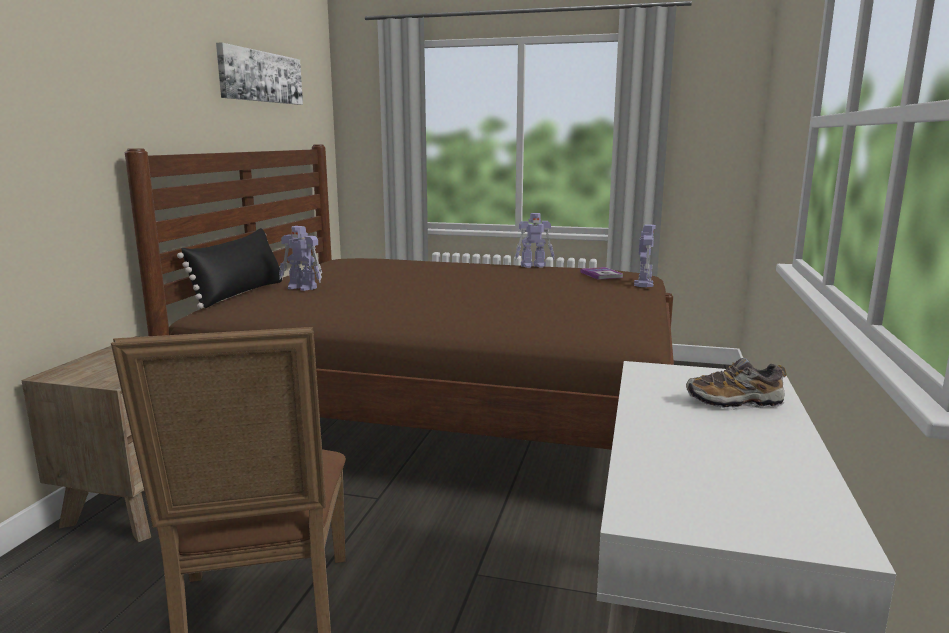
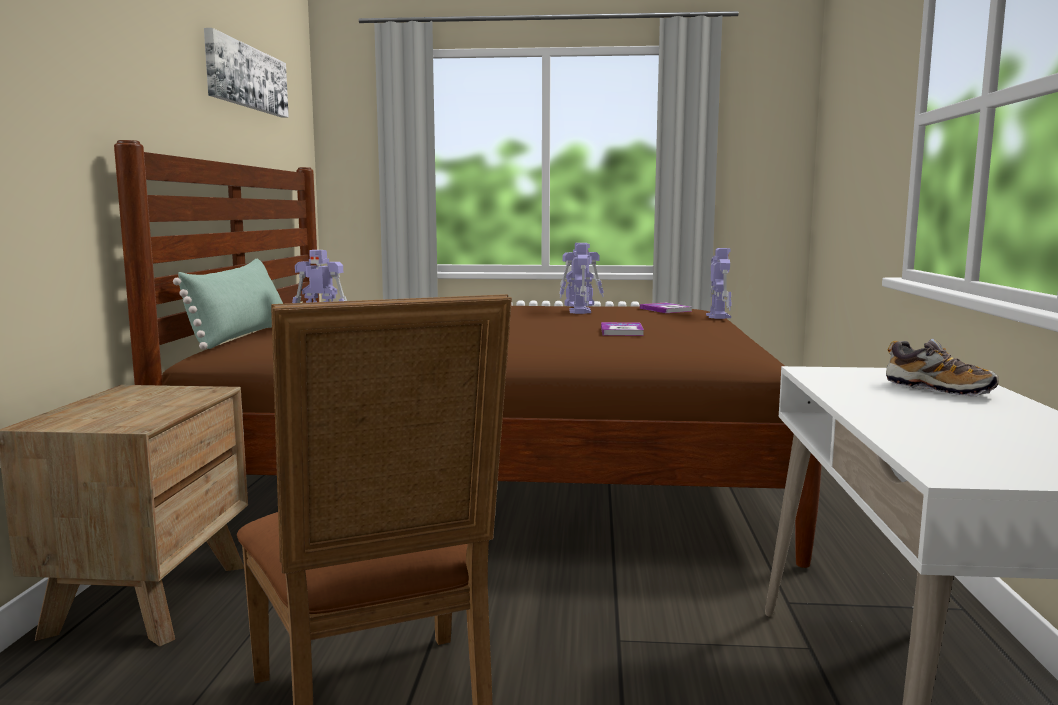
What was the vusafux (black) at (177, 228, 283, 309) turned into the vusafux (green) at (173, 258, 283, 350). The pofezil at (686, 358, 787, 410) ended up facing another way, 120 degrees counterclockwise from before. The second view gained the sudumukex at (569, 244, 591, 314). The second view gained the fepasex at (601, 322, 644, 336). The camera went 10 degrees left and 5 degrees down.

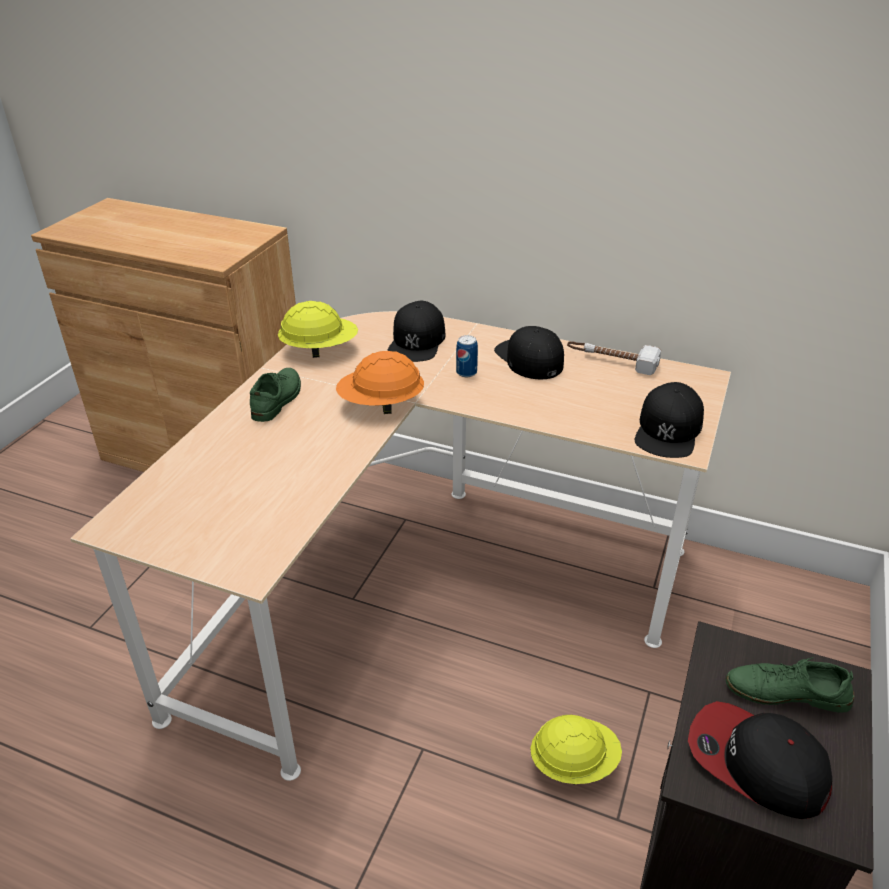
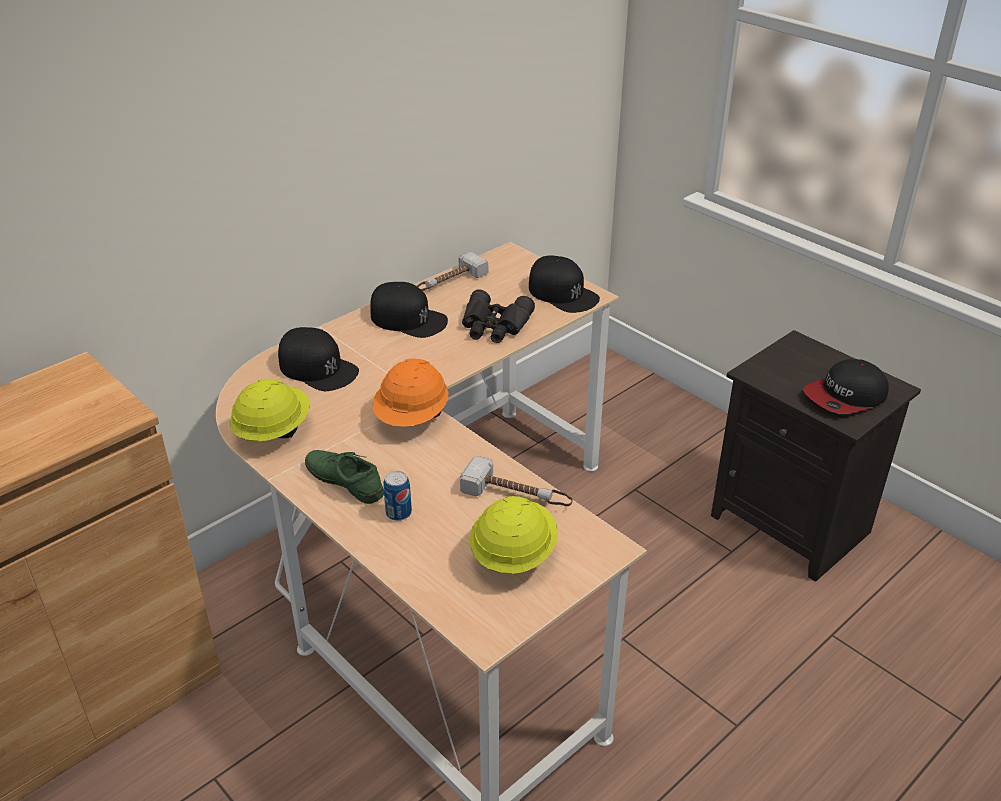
The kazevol ended up elsewhere, having gone from (456, 335, 478, 377) to (383, 471, 412, 521). The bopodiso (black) at (494, 326, 564, 379) ended up facing another way, 150 degrees counterclockwise from before. The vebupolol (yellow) ended up elsewhere, having gone from (530, 715, 622, 785) to (470, 496, 558, 574). The second view lost the pofezil (green) at (726, 657, 854, 713). The second view gained the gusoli at (460, 456, 573, 506). The second view gained the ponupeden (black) at (462, 289, 535, 343). The camera went 65 degrees left and 0 degrees up.

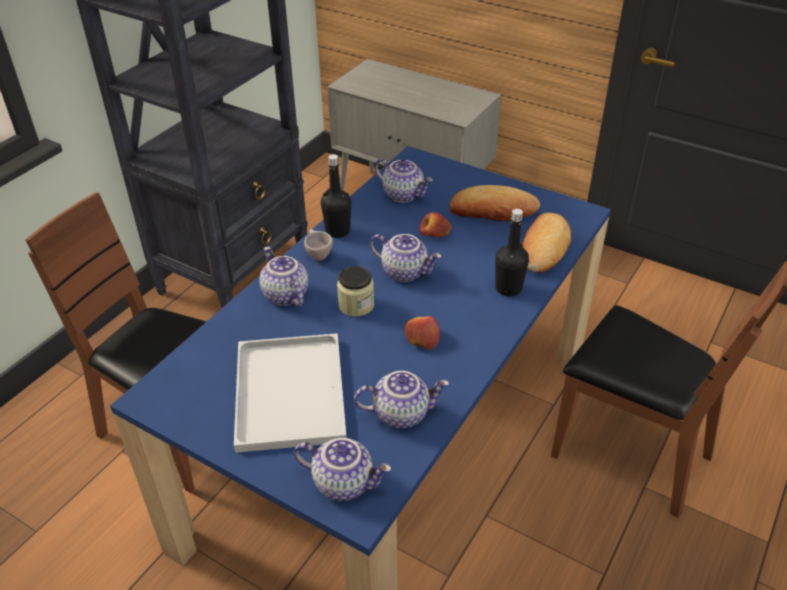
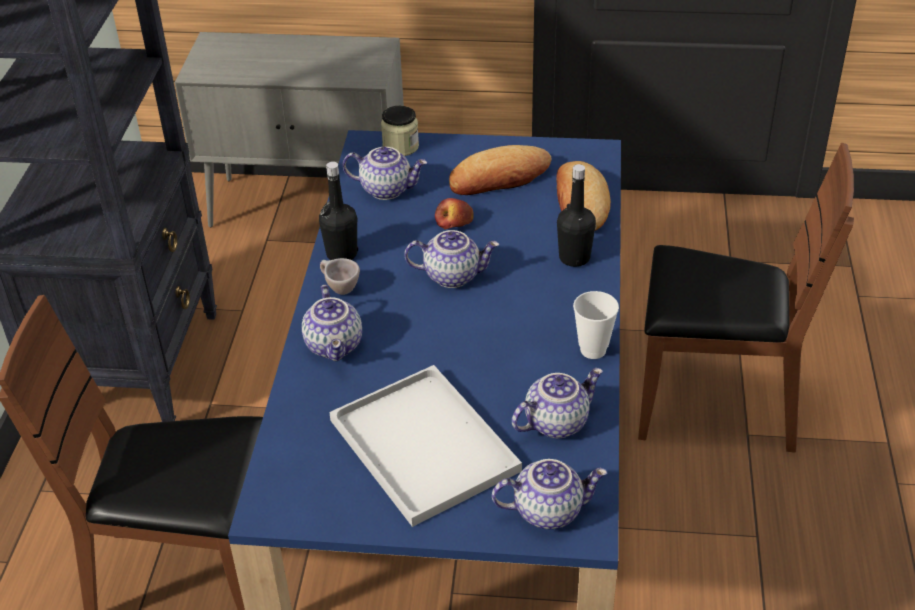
The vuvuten at (259, 247, 308, 306) ended up facing another way, 135 degrees counterclockwise from before. The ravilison ended up elsewhere, having gone from (337, 266, 374, 317) to (381, 106, 419, 156). The second view lost the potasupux at (405, 316, 440, 350). The second view gained the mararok at (573, 291, 619, 359). The camera went 25 degrees left and 0 degrees up.

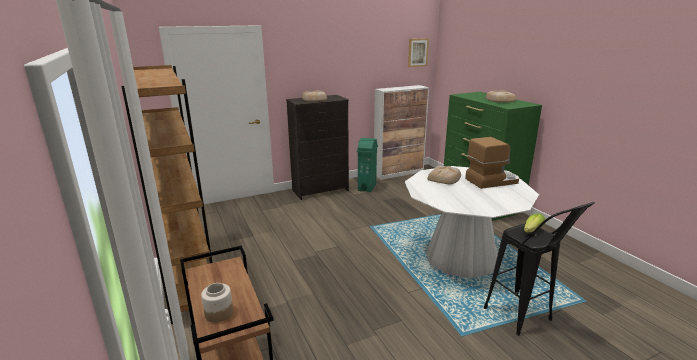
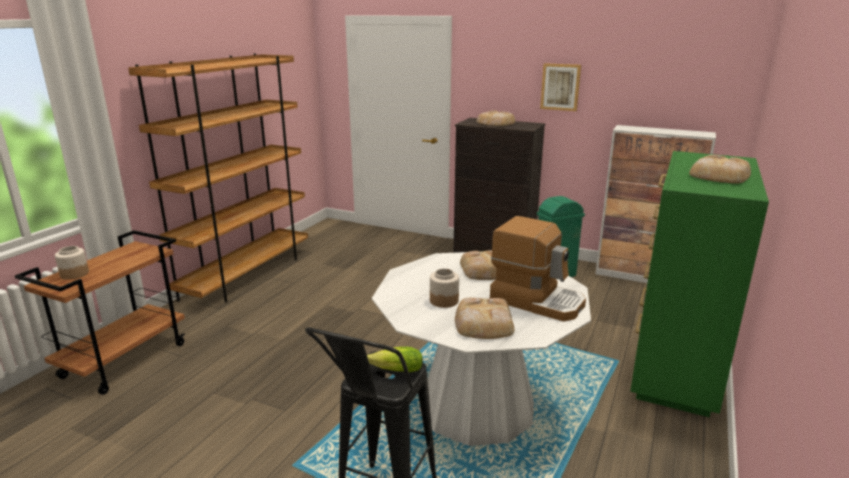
The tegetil ended up elsewhere, having gone from (408, 38, 429, 67) to (540, 63, 581, 111). The second view gained the ravilison at (430, 268, 459, 308). The second view gained the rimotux at (455, 298, 515, 339). The camera went 50 degrees right and 0 degrees up.

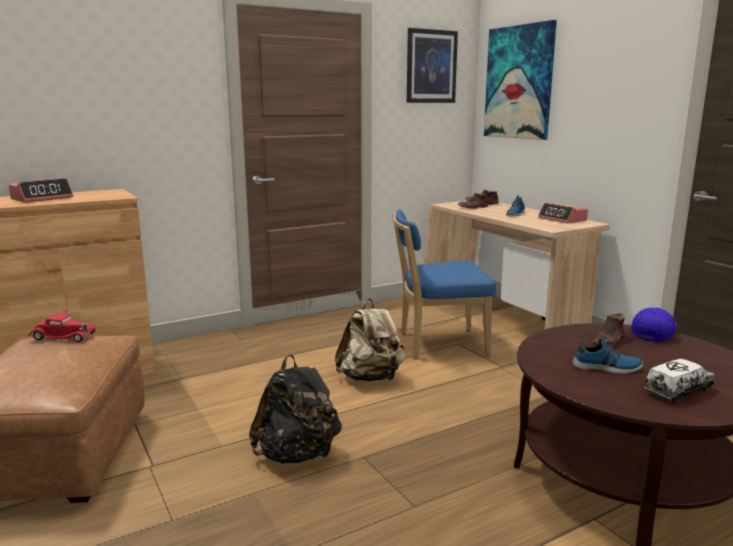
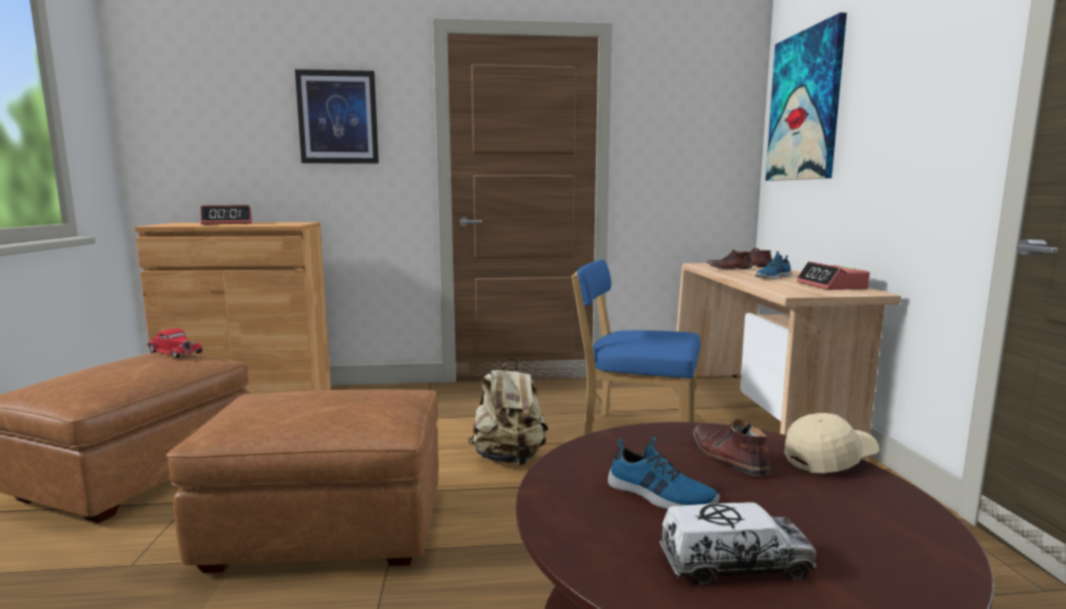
Where the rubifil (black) stood at (249, 355, 342, 464), the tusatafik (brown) came to stand at (166, 389, 439, 573). The tegetil ended up elsewhere, having gone from (407, 28, 458, 103) to (295, 69, 379, 164). The pofezil (brown) at (592, 314, 625, 347) ended up facing another way, 90 degrees clockwise from before. What was the bopodiso (blue) at (631, 308, 677, 342) turned into the bopodiso (beige) at (784, 413, 879, 473). The camera went 25 degrees right and 5 degrees down.

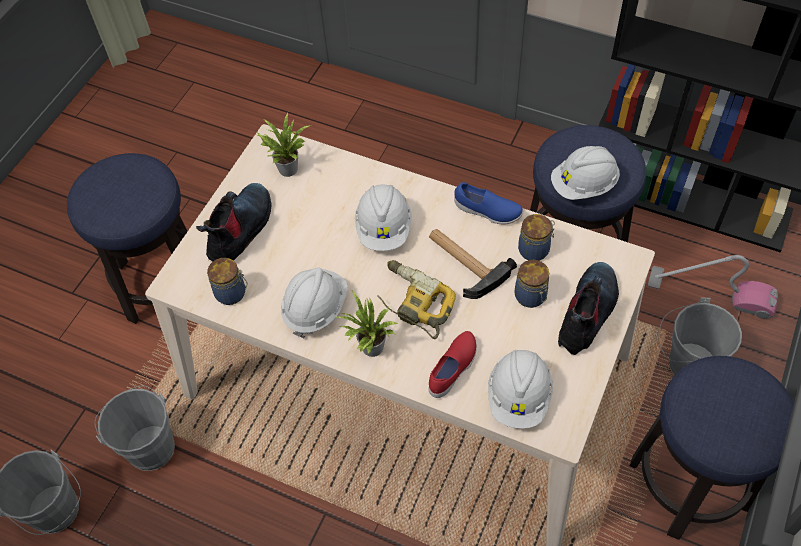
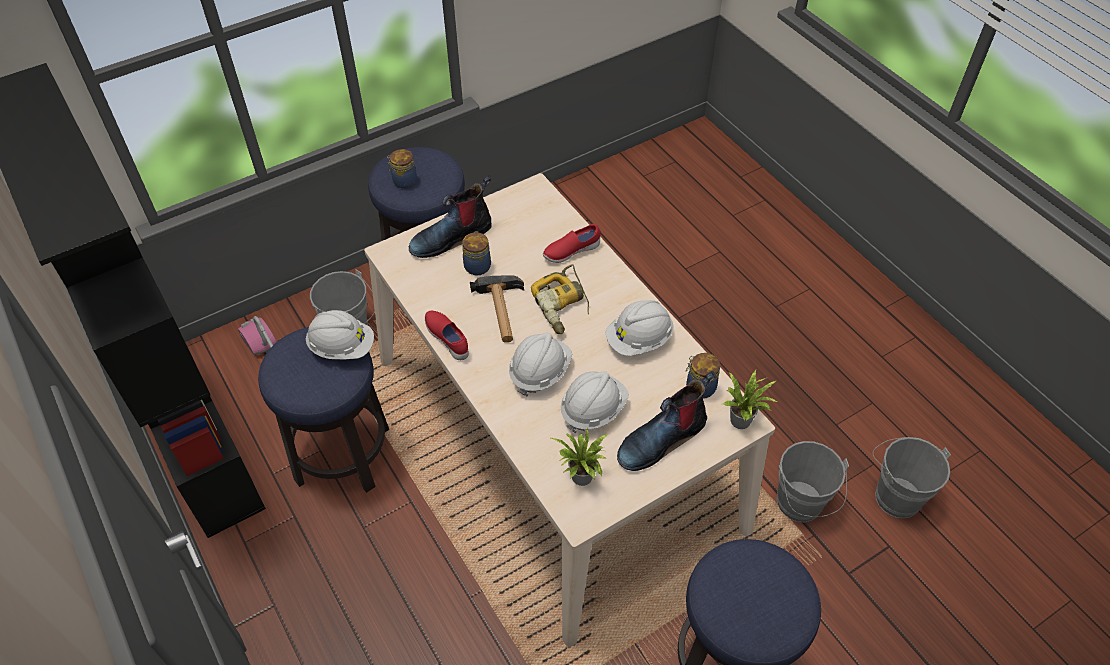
The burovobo ended up elsewhere, having gone from (336, 291, 398, 357) to (723, 370, 779, 429). What was the pofezil (blue) at (454, 182, 524, 224) turned into the pofezil (red) at (425, 311, 469, 360). The vebupolol (white) ended up elsewhere, having gone from (488, 350, 553, 429) to (561, 371, 629, 433). The ravilison ended up elsewhere, having gone from (518, 214, 555, 261) to (387, 149, 417, 189). The camera went 150 degrees left and 5 degrees down.

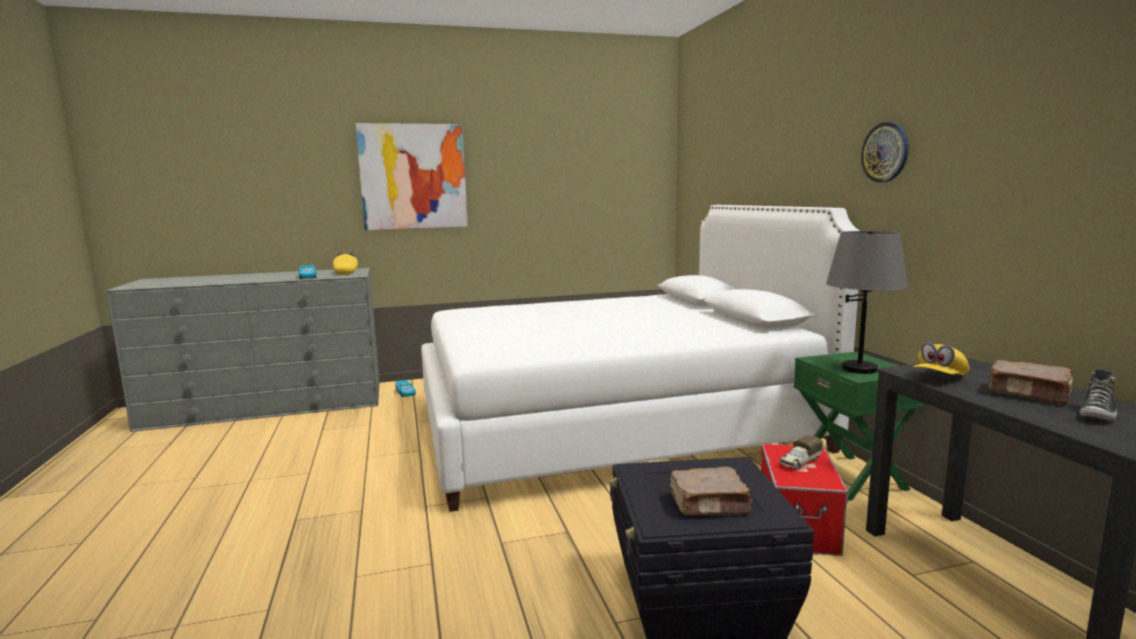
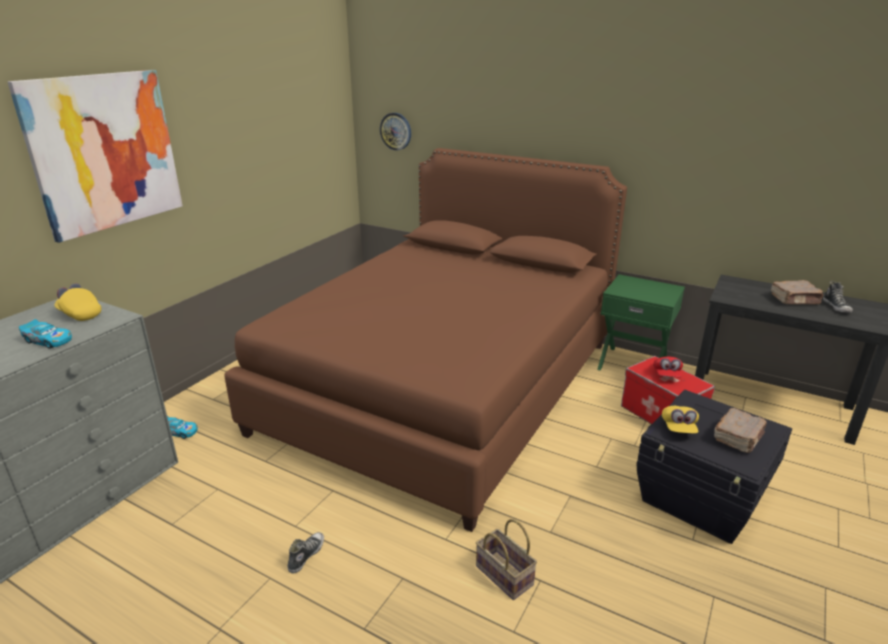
What was the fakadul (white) at (421, 205, 860, 512) turned into the fakadul (brown) at (224, 148, 627, 532). Where the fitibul stood at (780, 435, 823, 470), the bopodiso (red) came to stand at (653, 357, 683, 377). The second view lost the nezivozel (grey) at (826, 231, 908, 374). The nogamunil ended up elsewhere, having gone from (861, 122, 909, 183) to (380, 113, 411, 150). The bopodiso (yellow) ended up elsewhere, having gone from (914, 342, 969, 375) to (662, 406, 699, 433). The second view gained the pofezil at (288, 532, 324, 574). The second view gained the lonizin at (476, 519, 537, 600). The camera went 45 degrees left and 15 degrees up.

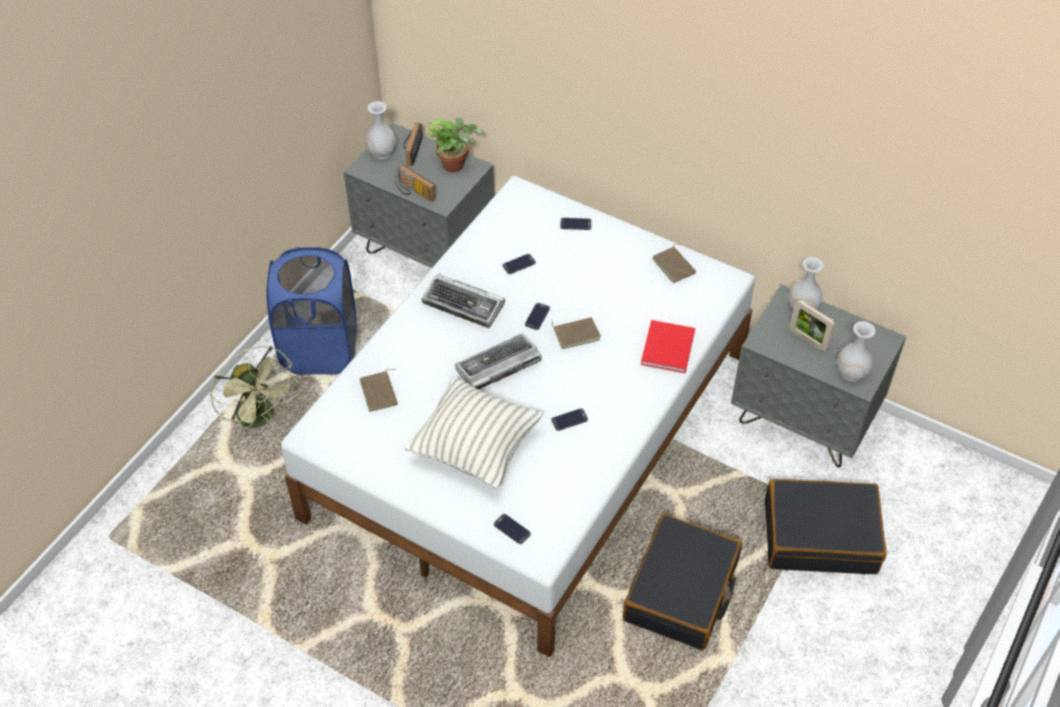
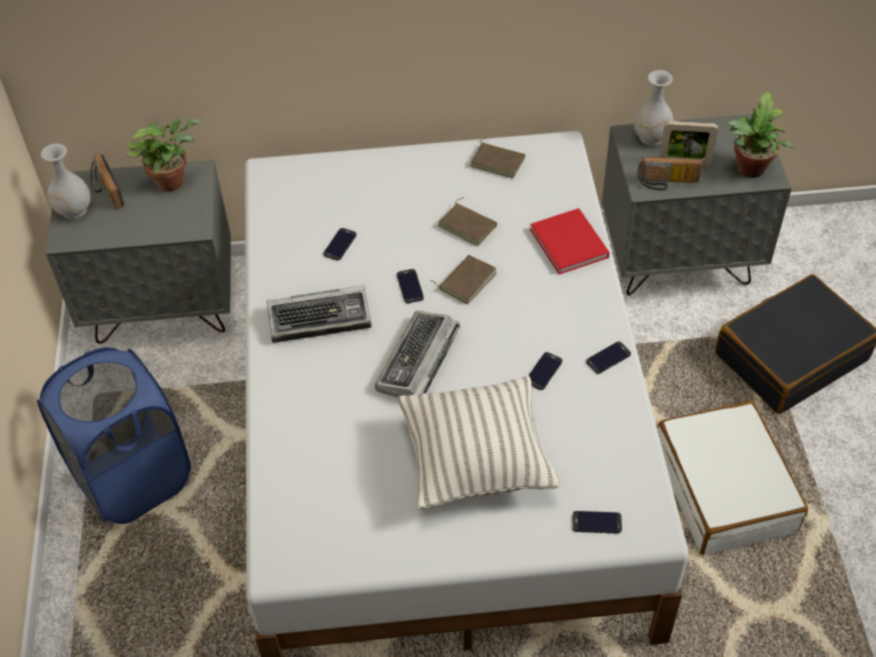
The second view lost the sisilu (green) at (211, 346, 297, 429). The fepasex (brown) ended up elsewhere, having gone from (359, 369, 398, 412) to (438, 197, 497, 246). The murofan ended up elsewhere, having gone from (395, 165, 436, 202) to (637, 157, 702, 190). The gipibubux ended up elsewhere, having gone from (560, 218, 592, 230) to (586, 341, 631, 374). What was the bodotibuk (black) at (623, 514, 742, 650) turned into the bodotibuk (white) at (657, 401, 808, 555). Where the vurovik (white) stood at (837, 321, 876, 381), the burovobo came to stand at (726, 92, 795, 178). The camera went 35 degrees left and 0 degrees up.

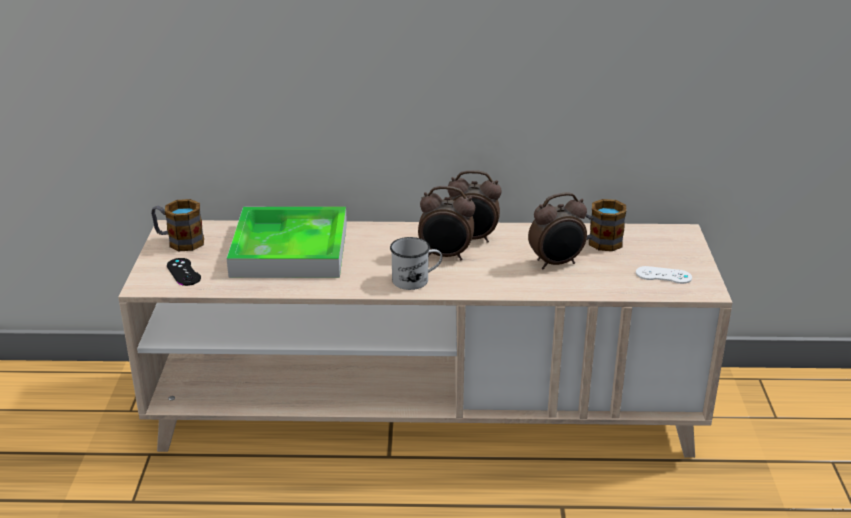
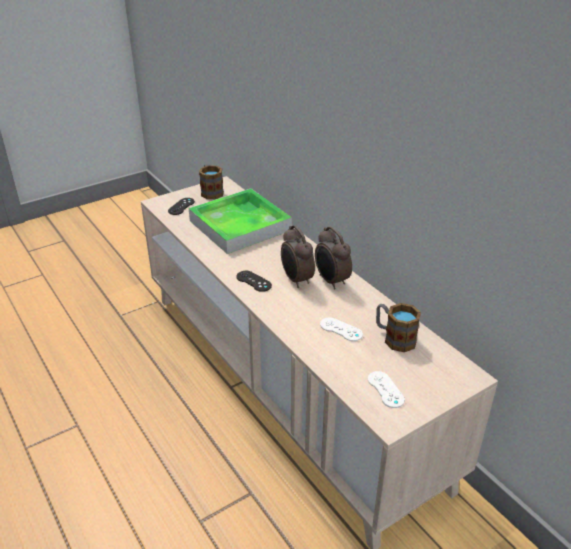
Where the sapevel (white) stood at (390, 237, 442, 290), the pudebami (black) came to stand at (236, 271, 272, 292). Where the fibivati stood at (528, 192, 587, 269), the pudebami (white) came to stand at (320, 317, 363, 341). The camera went 55 degrees right and 5 degrees up.

